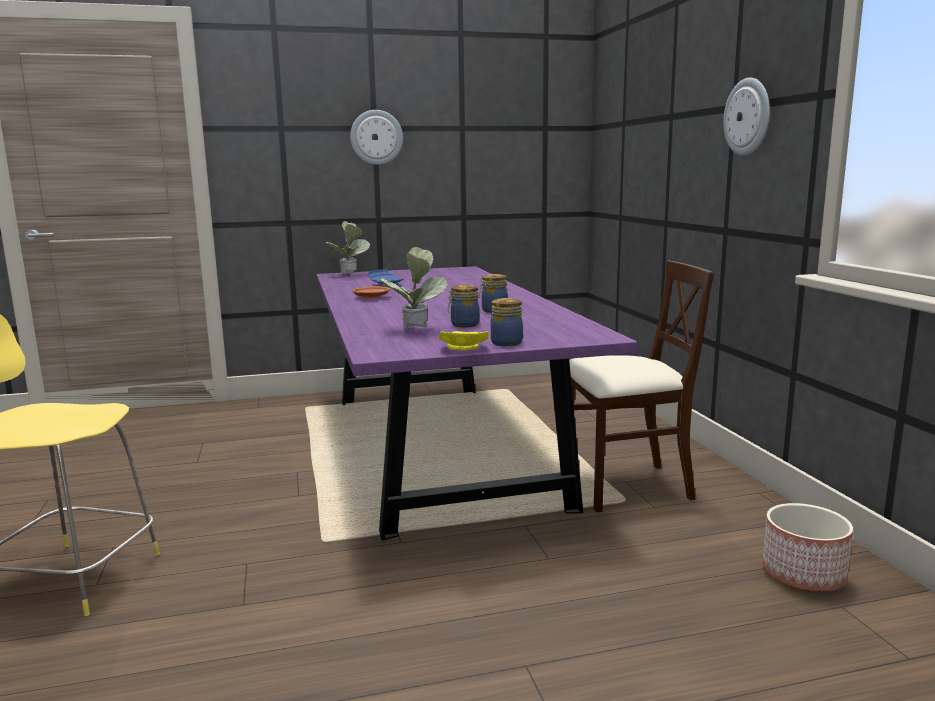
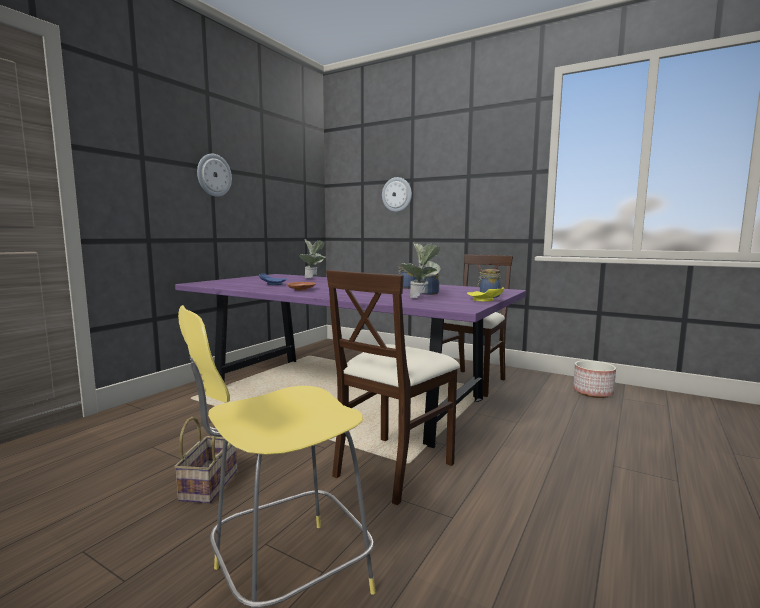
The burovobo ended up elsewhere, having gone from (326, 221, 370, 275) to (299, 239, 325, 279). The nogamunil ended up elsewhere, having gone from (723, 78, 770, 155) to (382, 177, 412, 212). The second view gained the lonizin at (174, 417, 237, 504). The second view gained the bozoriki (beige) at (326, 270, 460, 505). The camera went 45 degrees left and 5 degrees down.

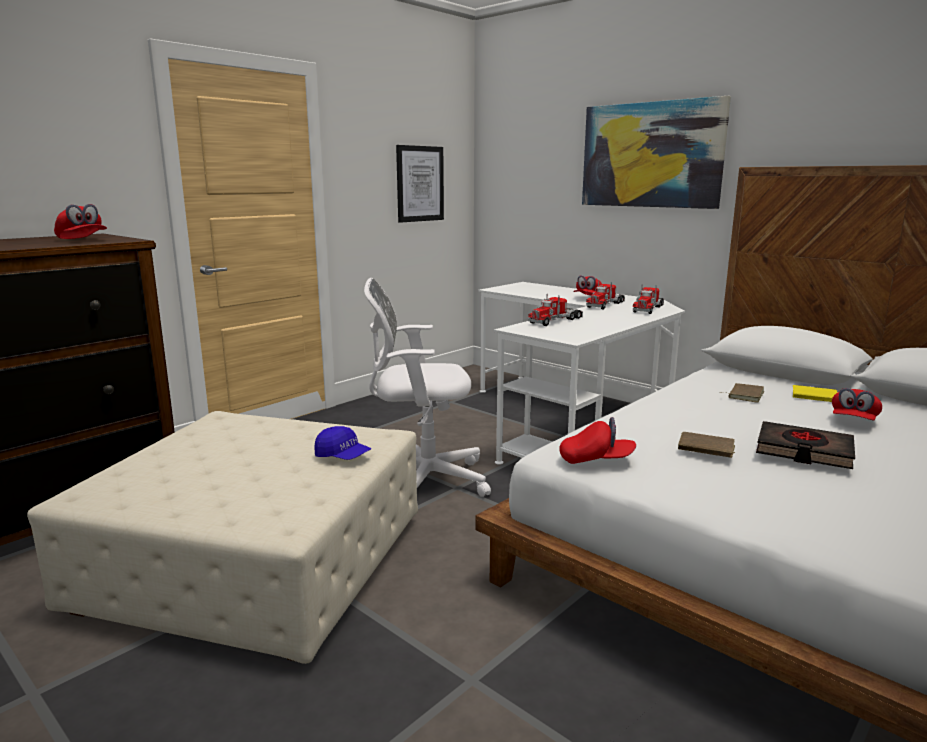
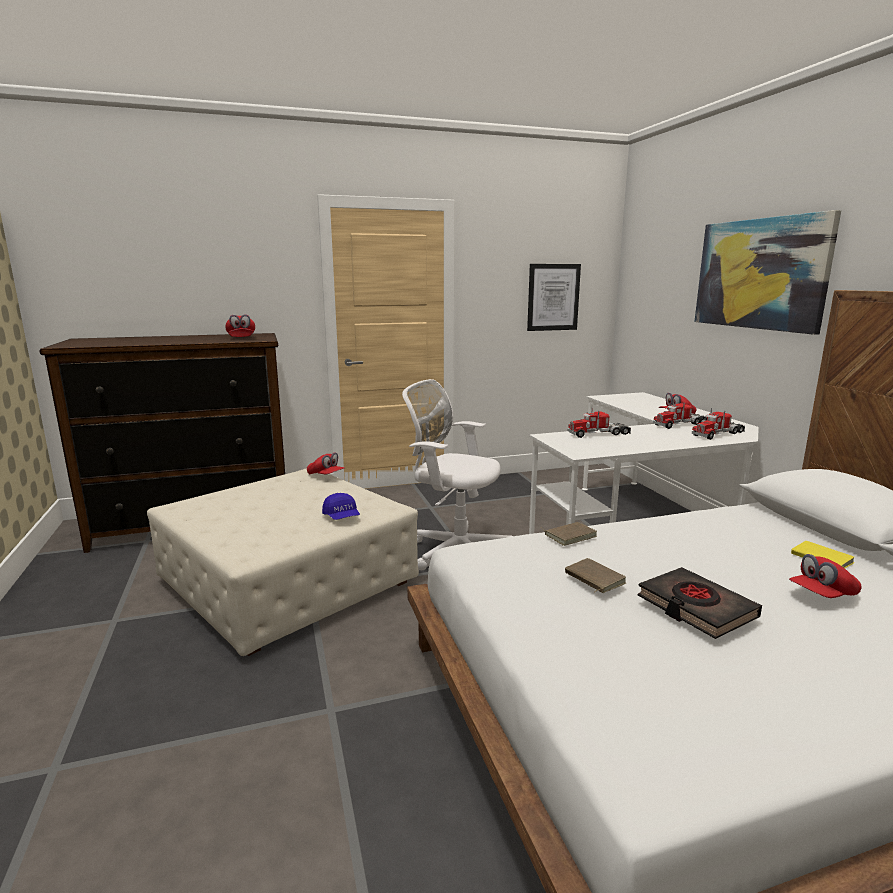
The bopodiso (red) ended up elsewhere, having gone from (559, 417, 636, 464) to (307, 453, 344, 474). The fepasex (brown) ended up elsewhere, having gone from (720, 383, 764, 403) to (540, 522, 597, 546). The camera went 30 degrees right and 0 degrees up.

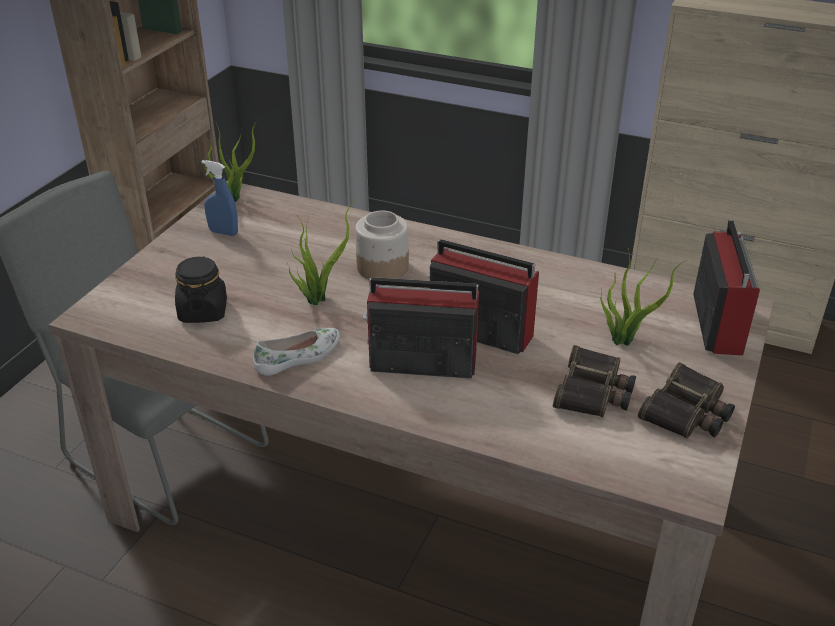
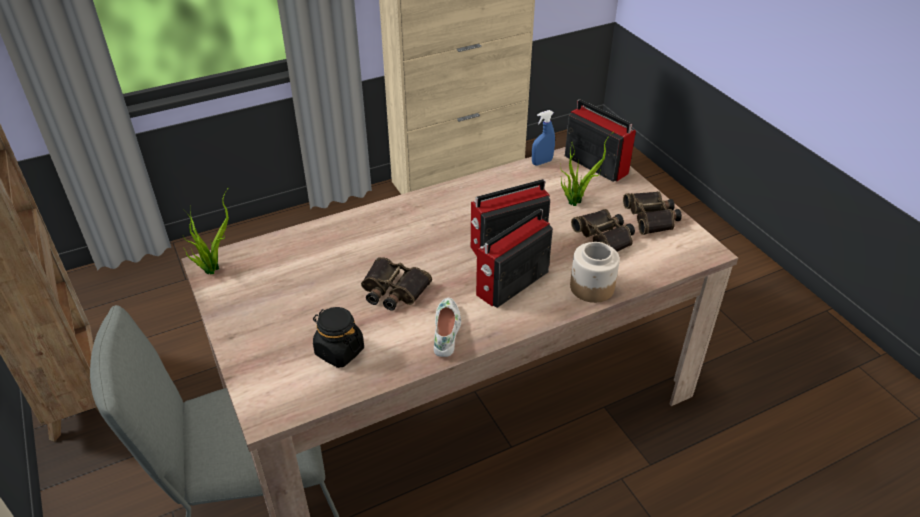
The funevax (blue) ended up elsewhere, having gone from (202, 160, 238, 236) to (532, 110, 555, 165). Where the burovobo stood at (287, 199, 356, 305), the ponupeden came to stand at (361, 257, 432, 311). The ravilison ended up elsewhere, having gone from (355, 211, 409, 279) to (570, 242, 620, 303). The camera went 50 degrees left and 5 degrees up.

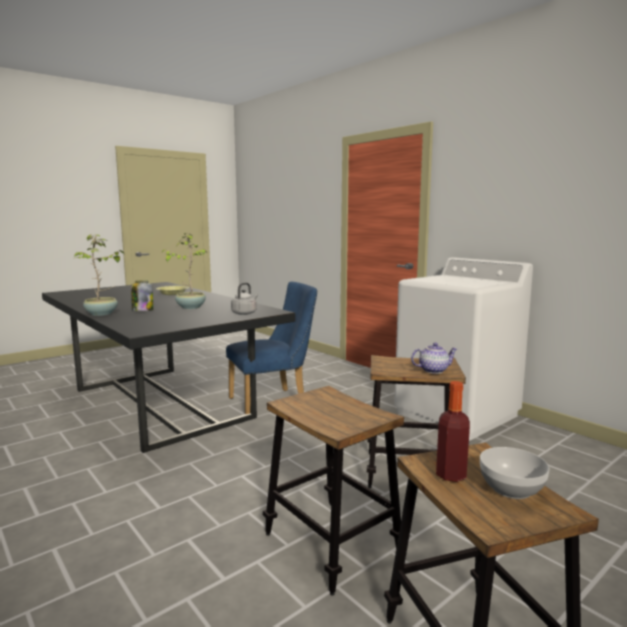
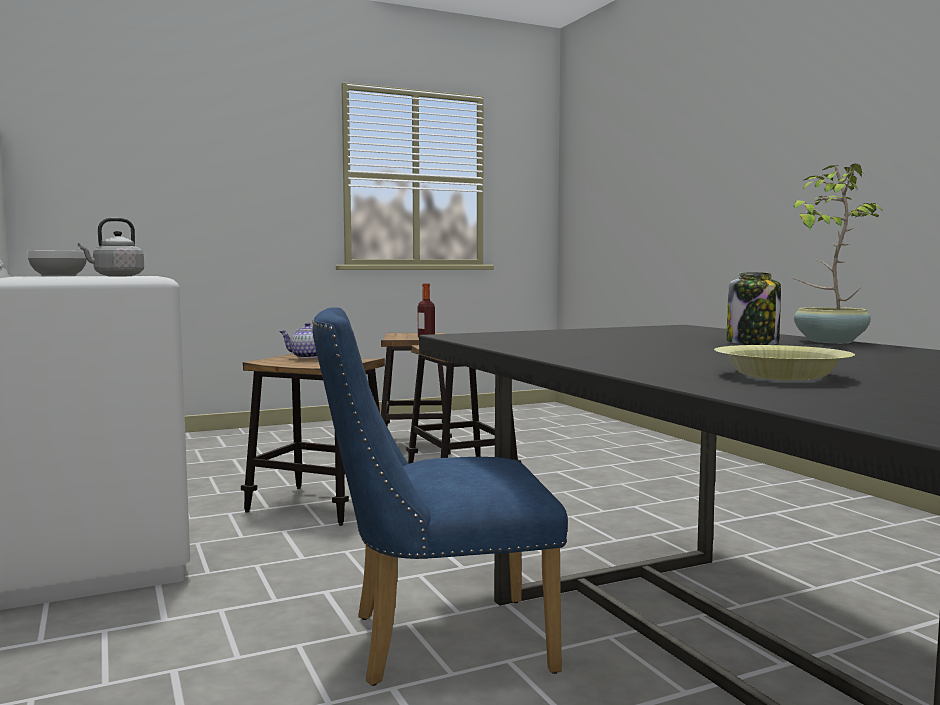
The second view lost the burovobo at (161, 233, 206, 309). The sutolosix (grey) ended up elsewhere, having gone from (231, 283, 258, 315) to (78, 218, 144, 276). The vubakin ended up elsewhere, having gone from (480, 447, 549, 499) to (27, 251, 87, 276). The camera went 165 degrees left and 5 degrees down.

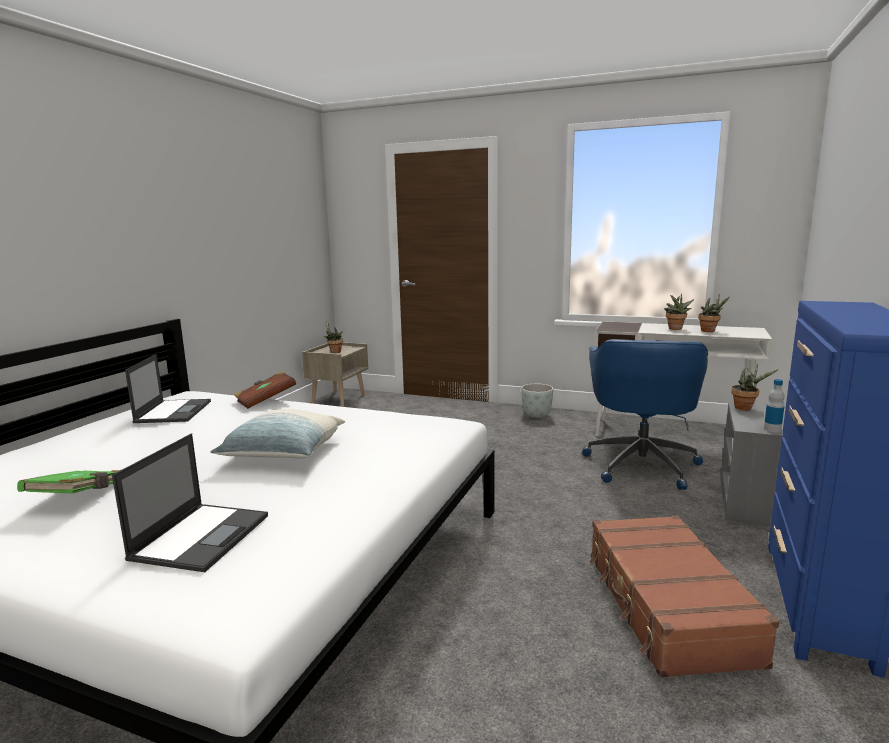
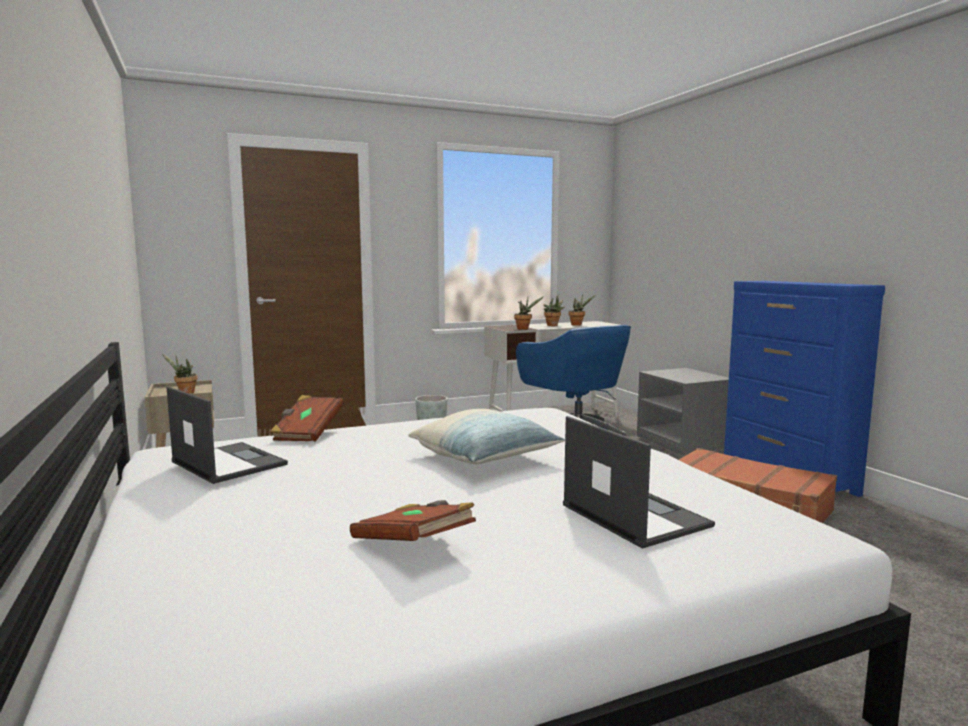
What was the fepasex (green) at (17, 470, 120, 494) turned into the fepasex (brown) at (350, 500, 476, 541). The burovobo ended up elsewhere, having gone from (731, 364, 779, 410) to (514, 296, 544, 330). The second view lost the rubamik at (764, 379, 785, 432). The camera went 45 degrees left and 5 degrees down.

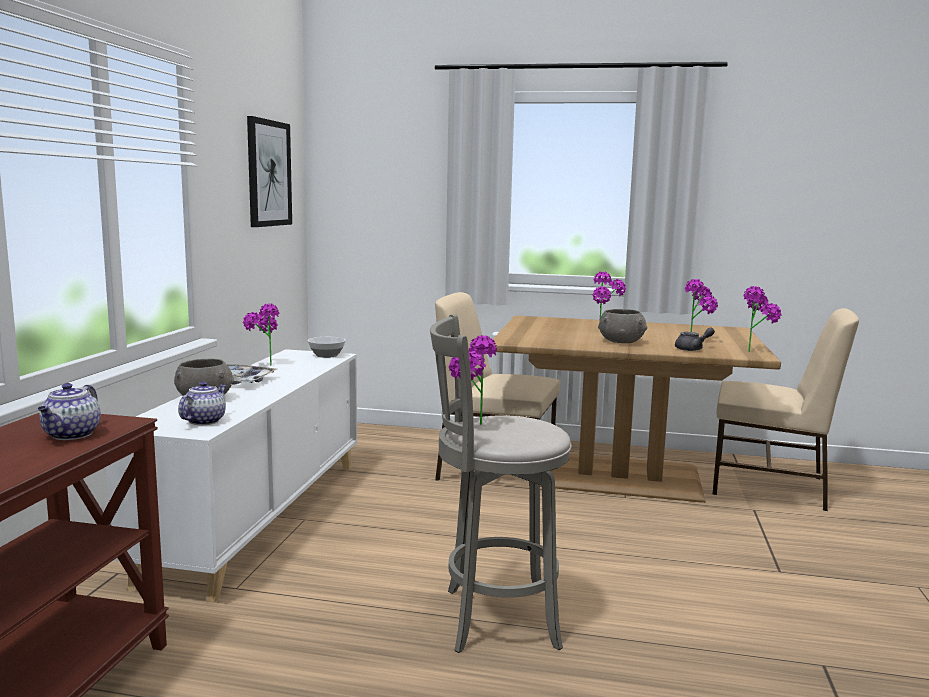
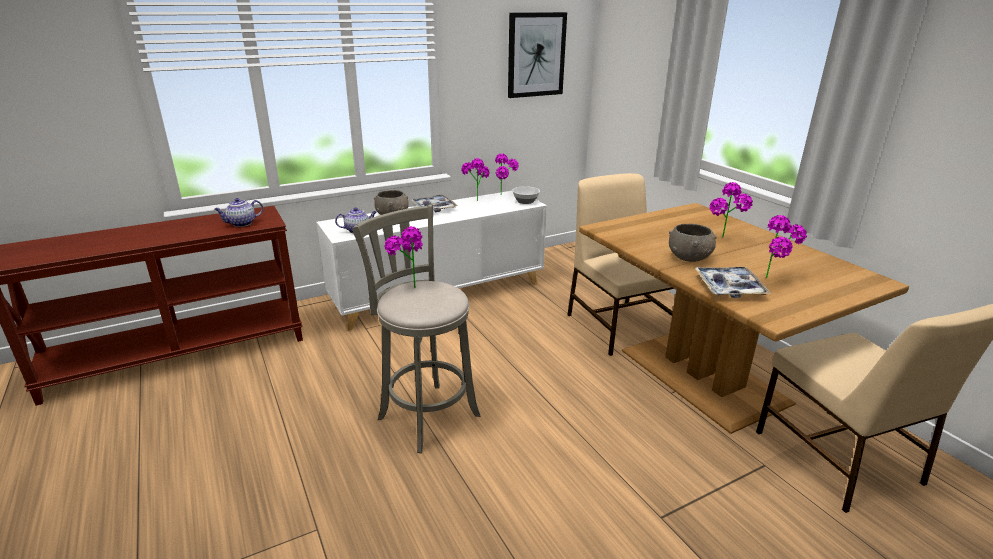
Where the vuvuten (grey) stood at (675, 327, 715, 351), the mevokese came to stand at (695, 267, 771, 298). The burovobo ended up elsewhere, having gone from (744, 286, 782, 352) to (495, 153, 519, 195). The camera went 50 degrees right and 15 degrees up.

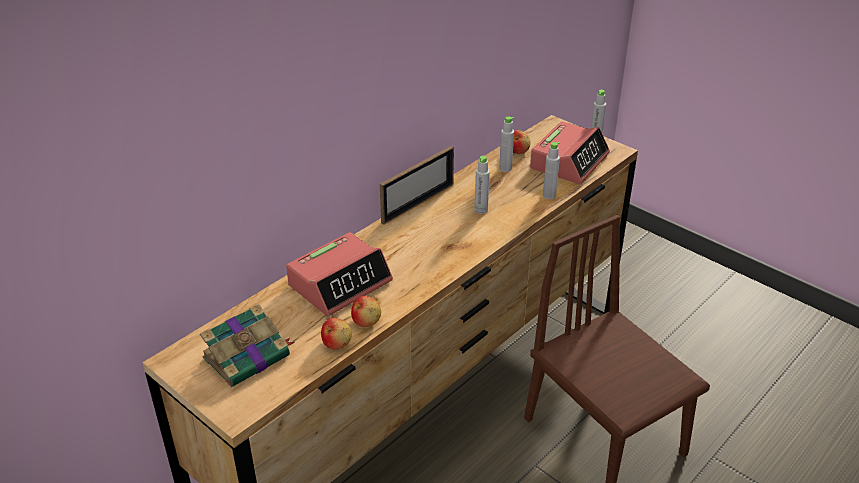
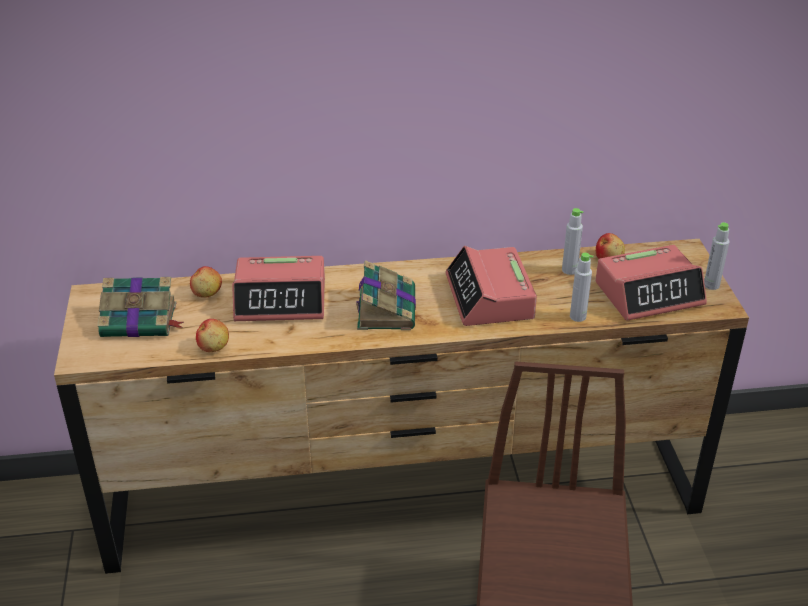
The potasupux ended up elsewhere, having gone from (351, 296, 381, 327) to (190, 266, 222, 298). The second view lost the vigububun at (380, 146, 454, 225). Where the rubamik (grey) stood at (474, 156, 490, 214), the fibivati came to stand at (445, 246, 537, 326). The second view gained the fepasex at (356, 260, 416, 330). The camera went 40 degrees right and 0 degrees up.

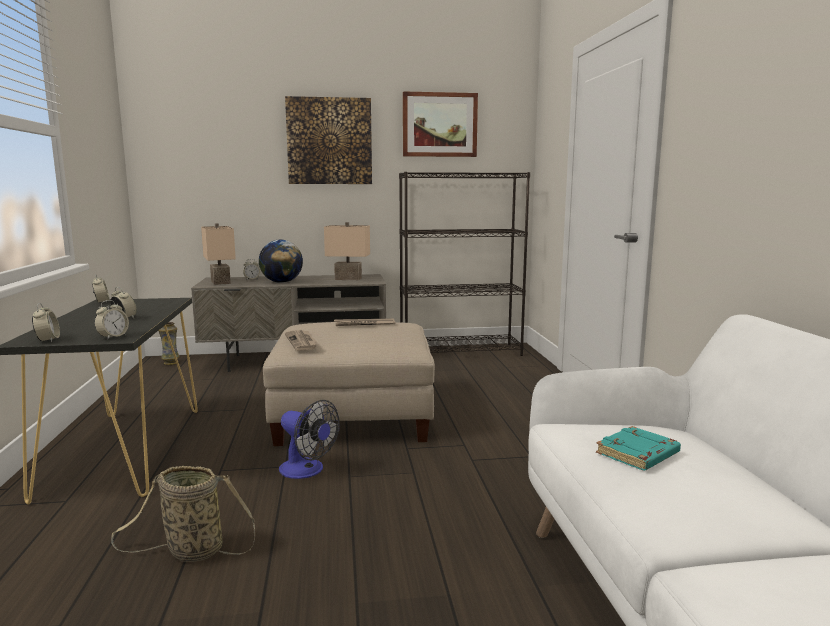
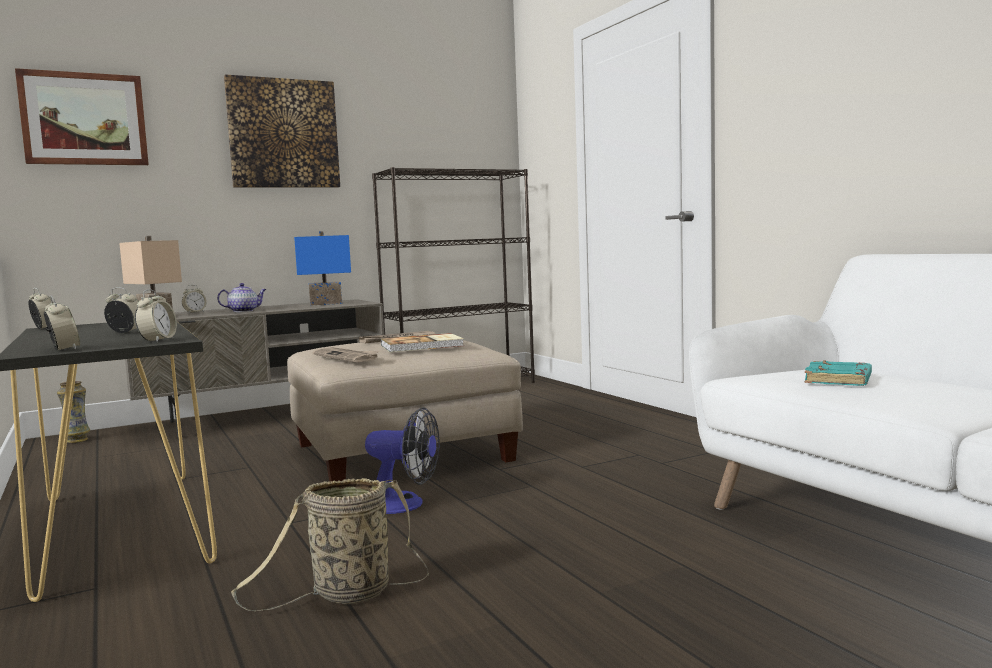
Where the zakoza stood at (259, 240, 303, 283), the vuvuten came to stand at (217, 283, 267, 312). What was the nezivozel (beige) at (324, 222, 370, 280) turned into the nezivozel (blue) at (294, 231, 351, 306). The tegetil ended up elsewhere, having gone from (403, 91, 478, 157) to (15, 68, 149, 165). The second view gained the fepasex at (381, 333, 464, 352). The camera went 20 degrees left and 5 degrees down.

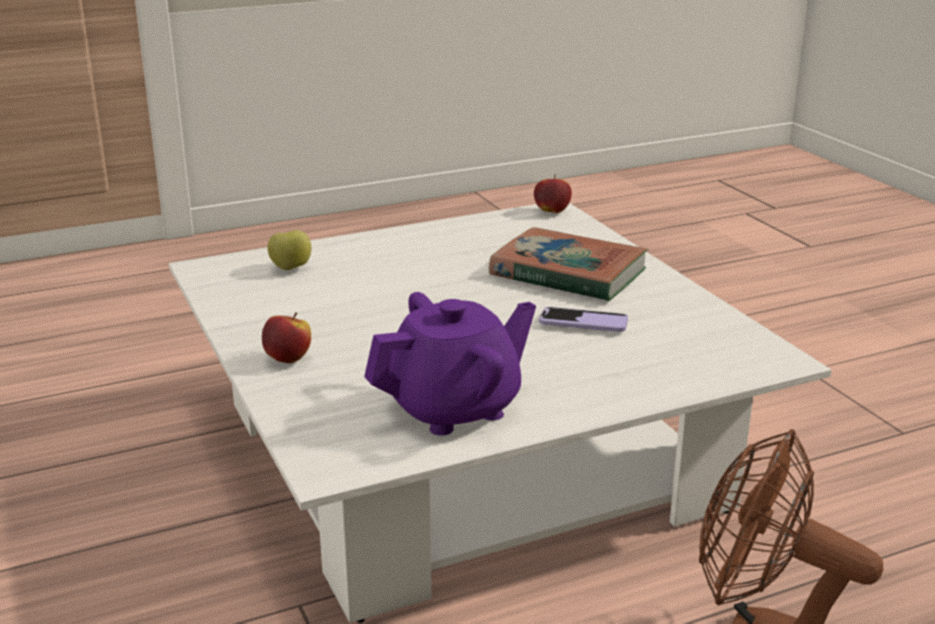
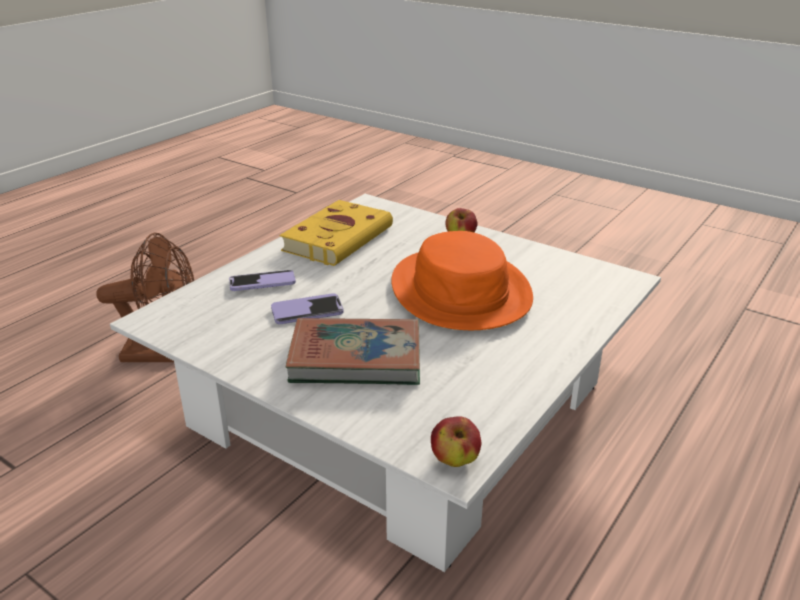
The second view lost the potasupux at (267, 230, 311, 270). Where the vuvuten (purple) stood at (364, 292, 536, 436), the fepasex (yellow) came to stand at (280, 200, 393, 266). The second view gained the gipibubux at (229, 270, 296, 291). The second view gained the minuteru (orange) at (391, 231, 533, 330). The camera went 150 degrees right and 5 degrees up.

